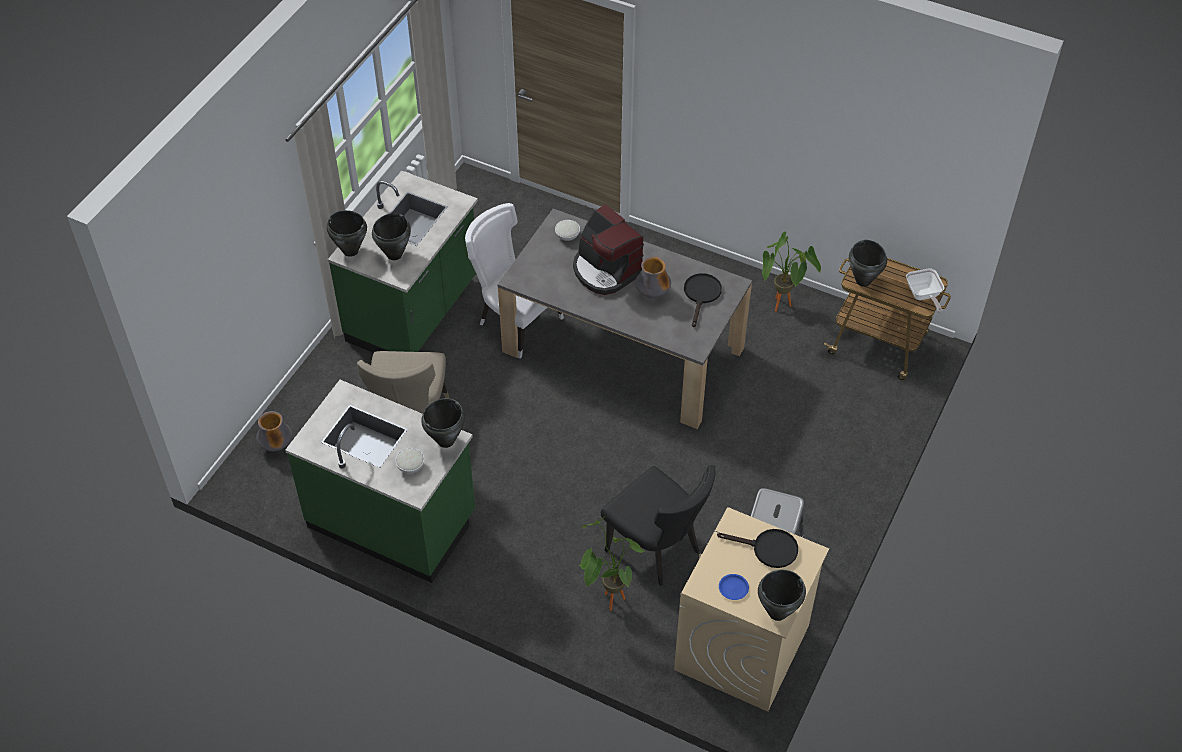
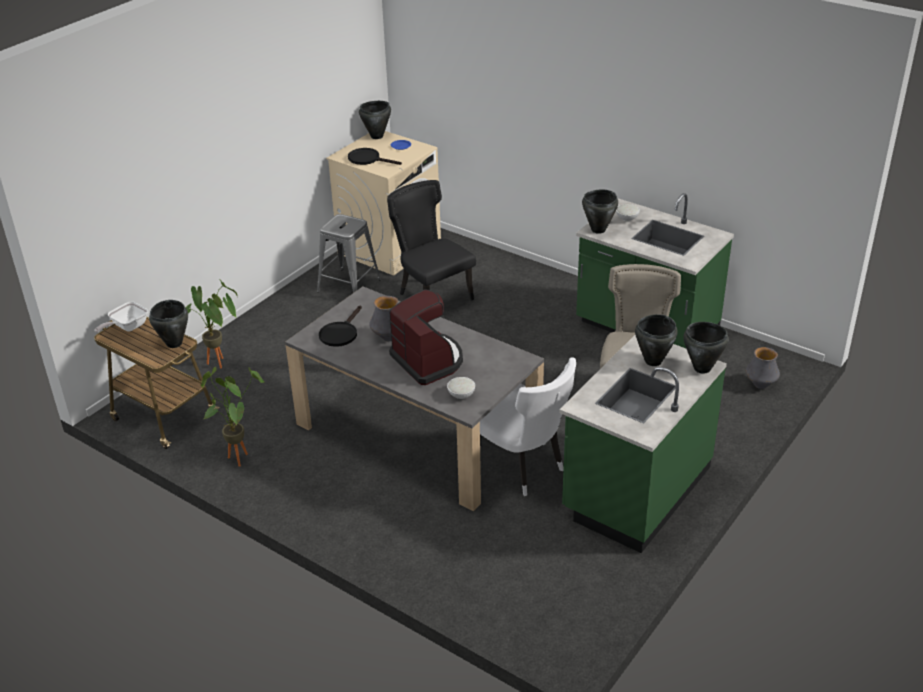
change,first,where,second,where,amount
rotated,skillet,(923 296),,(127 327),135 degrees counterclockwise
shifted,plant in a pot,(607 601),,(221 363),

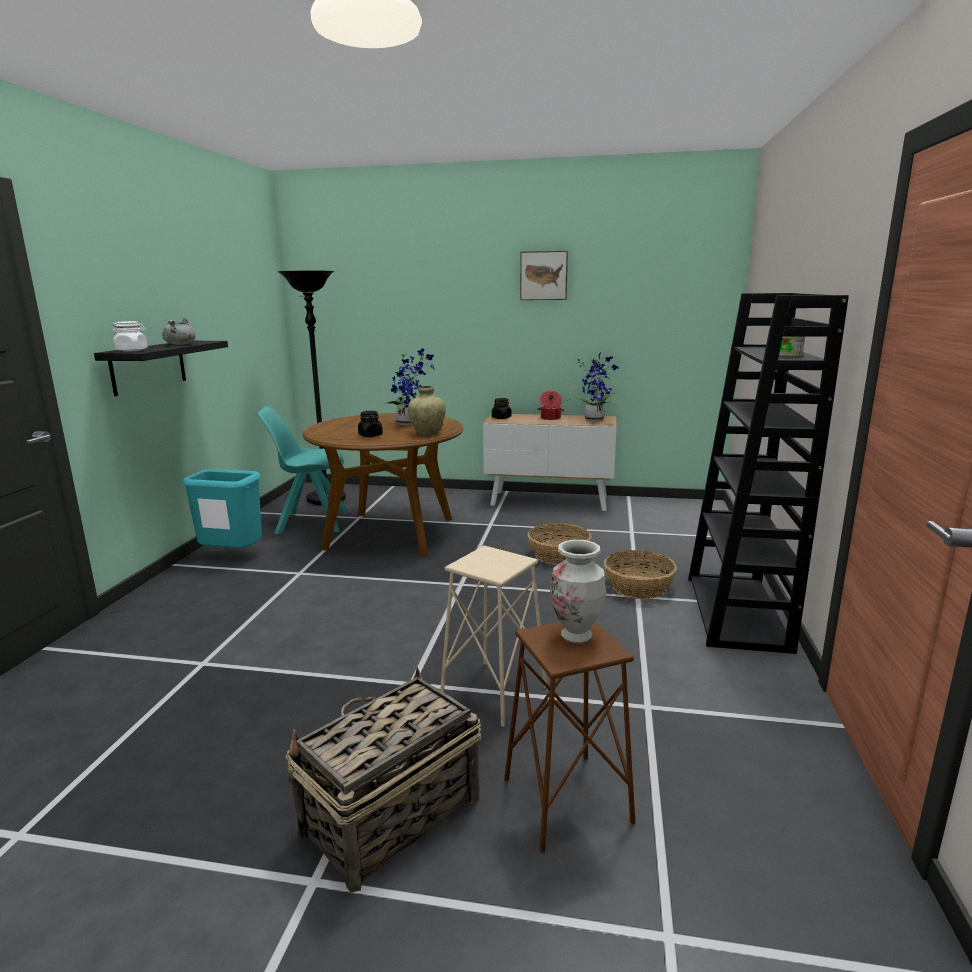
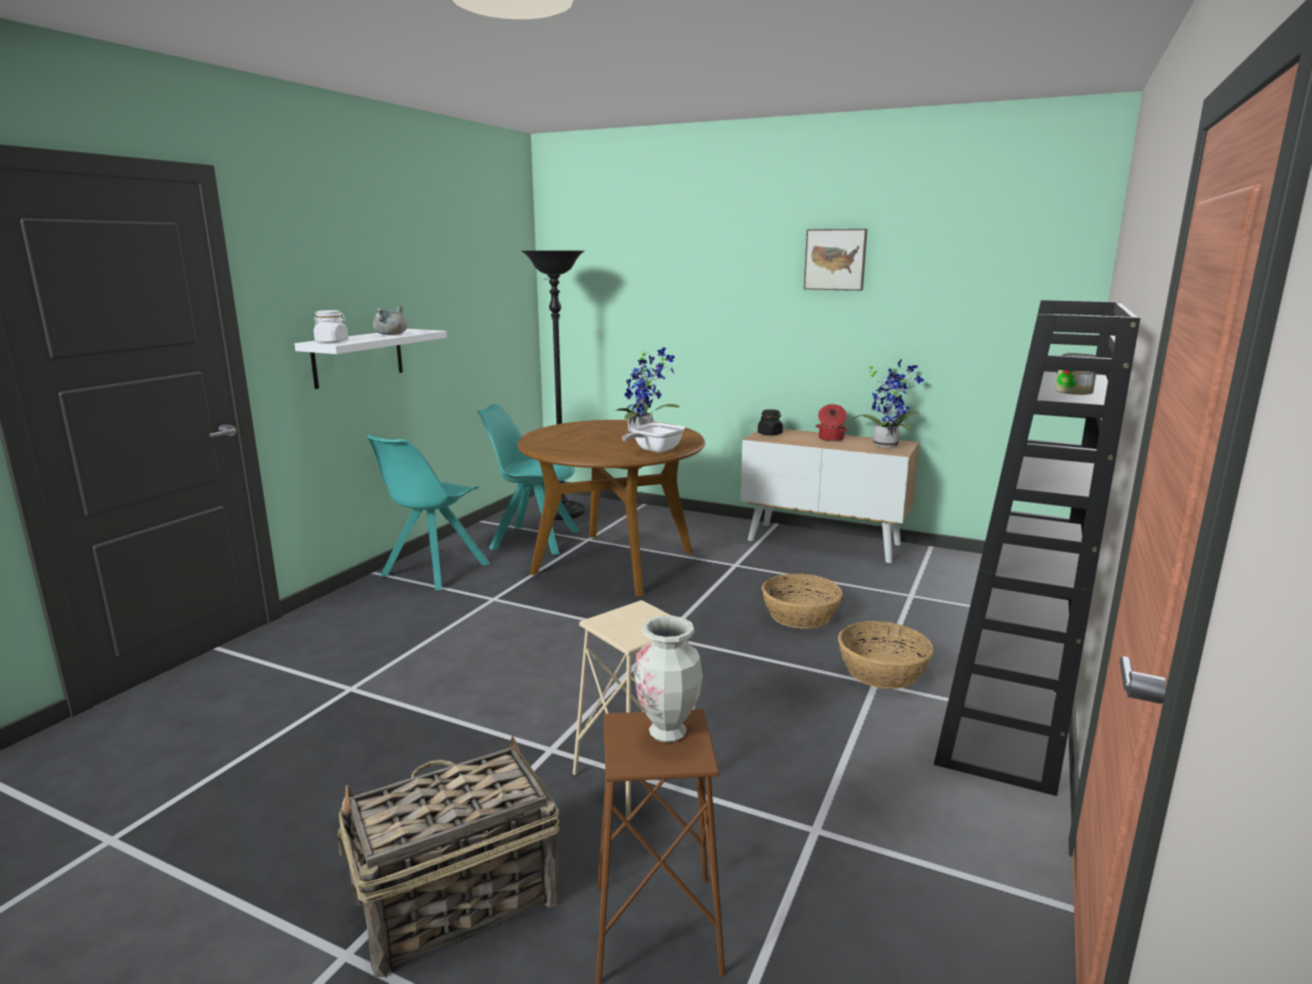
change,first,where,second,where,amount
repainted,black-coloured shelf,(148 367),white shelf,(358 357),
swapped,blue-green rubbish bin,(231 557),blue-green upright chair,(433 571),
swapped,sand-coloured decorative vase,(427 433),skillet,(654 450),
gone,black-coloured preserve jar,(370 435),,,

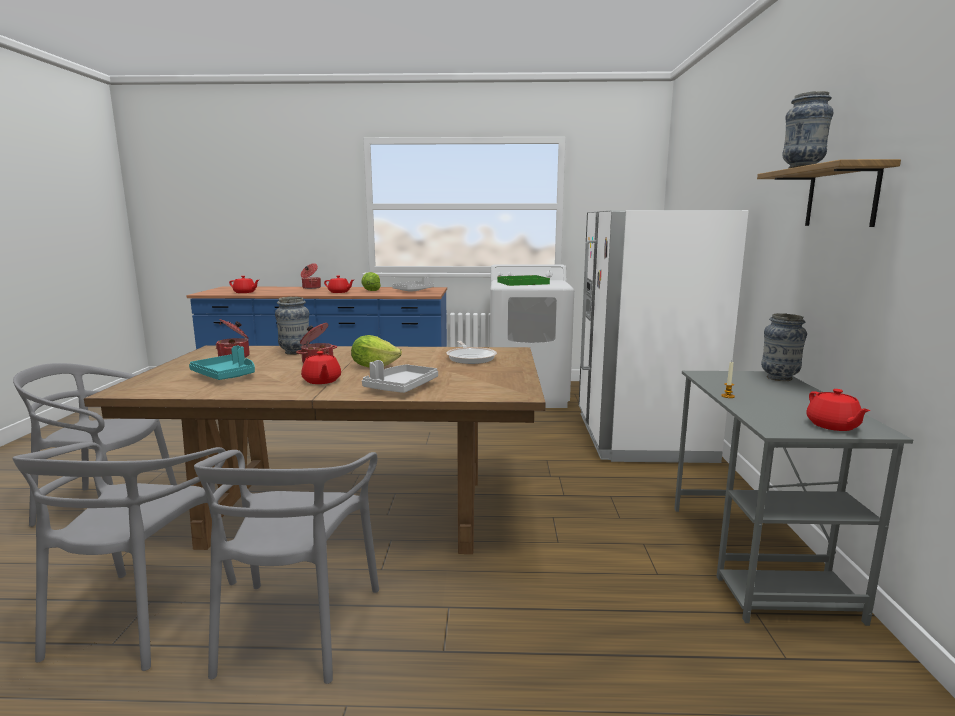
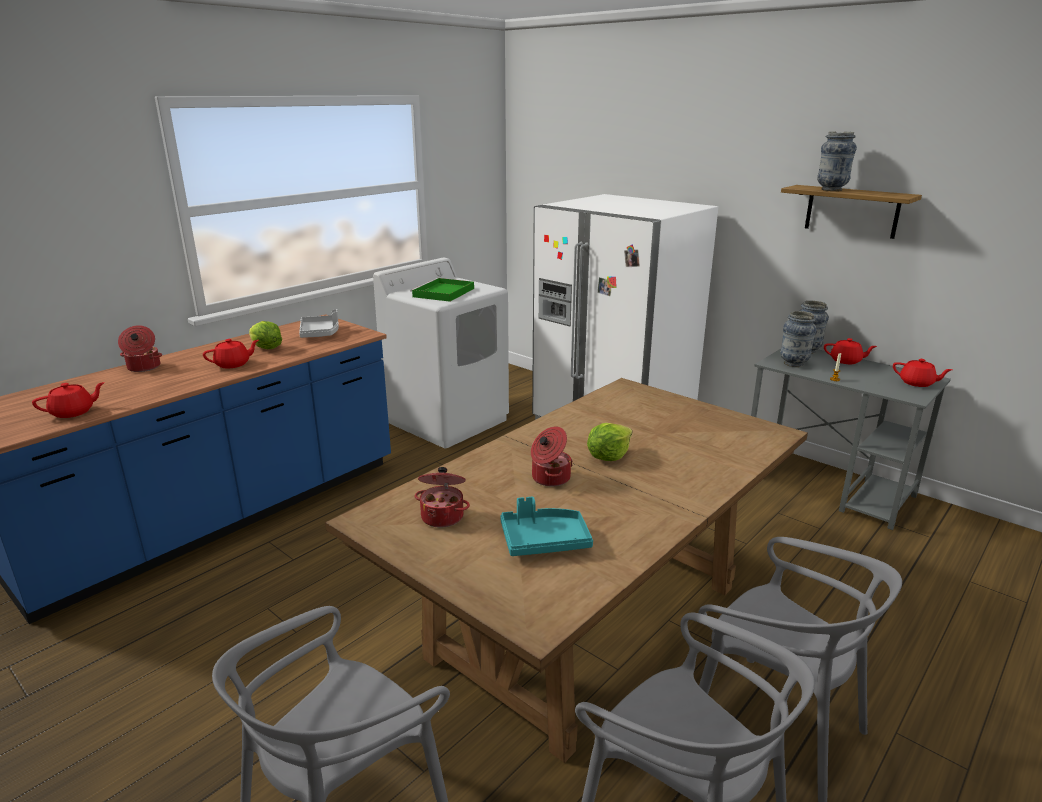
change,first,where,second,where,amount
shifted,decorative vase,(295 352),,(793 364),
shifted,red tea pot,(321 381),,(846 361),
gone,grey carrying tray,(401 387),,,
gone,skillet,(471 358),,,

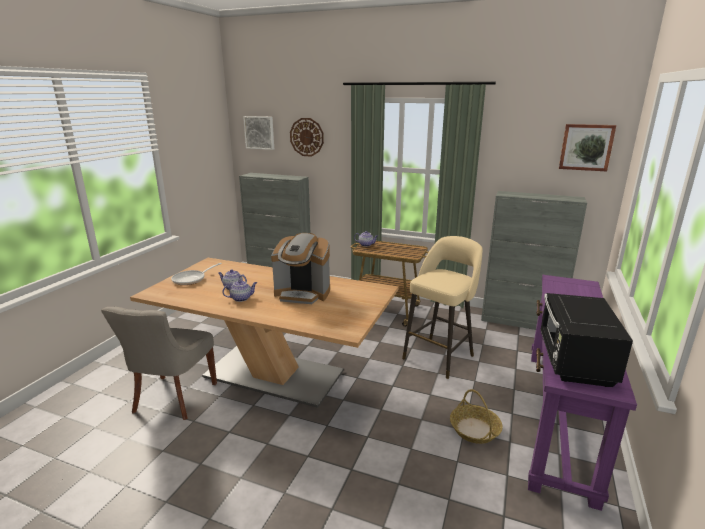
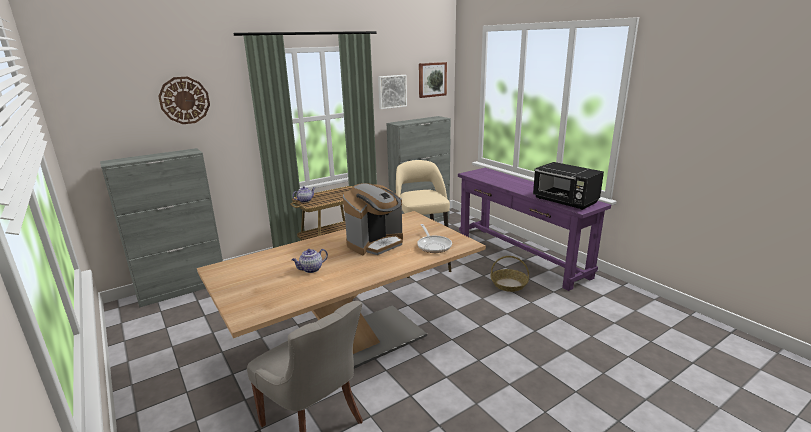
change,first,where,second,where,amount
shifted,picture,(259 132),,(391 91),
shifted,skillet,(191 279),,(433 245),
gone,tea pot,(241 298),,,

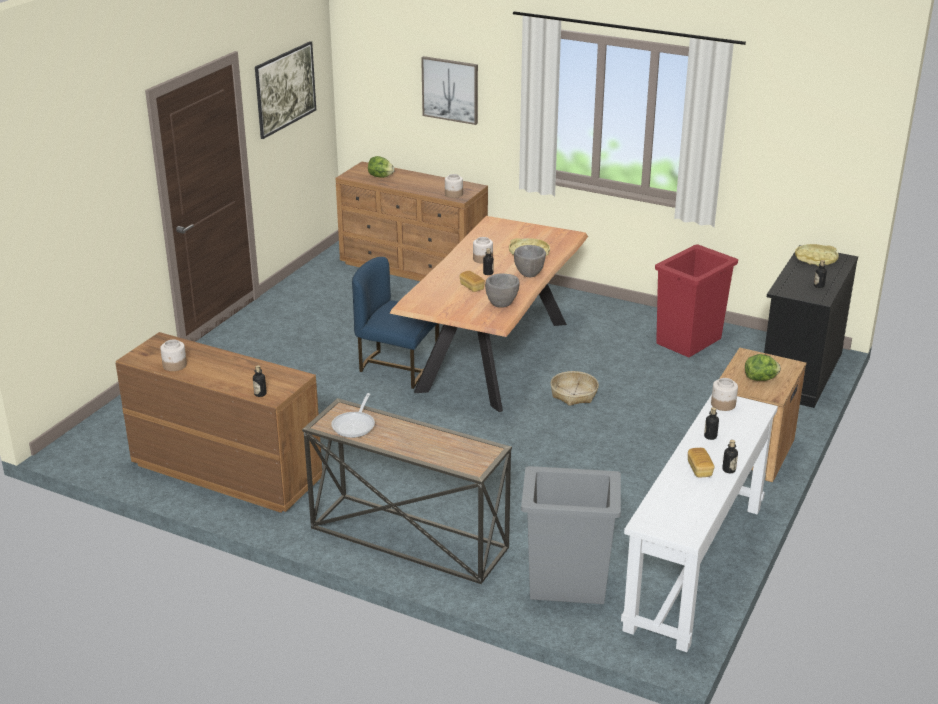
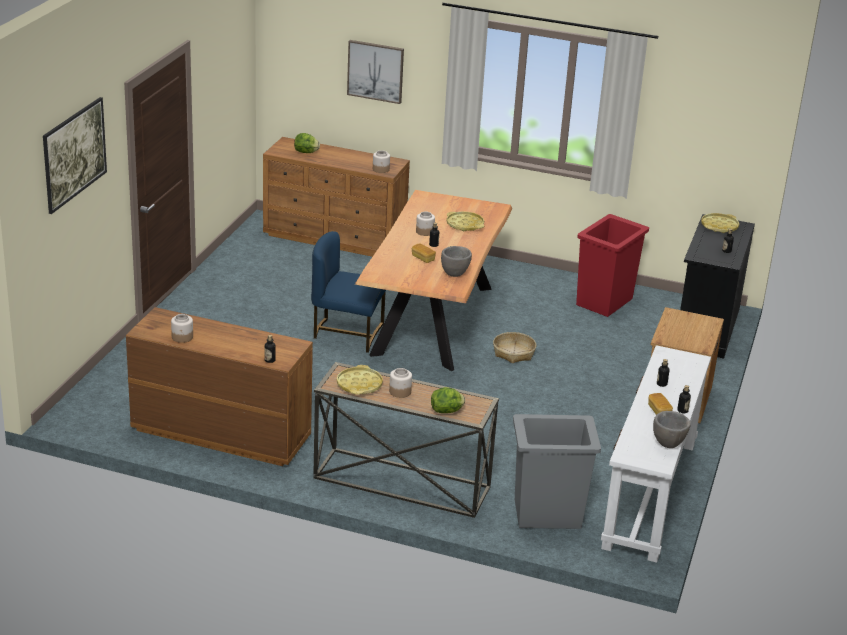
change,first,where,second,where,amount
shifted,picture,(287 106),,(76 173),
swapped,skillet,(355 425),yellow carrying tray,(359 385),
shifted,preserve jar,(722 404),,(399 392),
shifted,lettuce head,(761 379),,(447 411),
shifted,grey bowl,(529 275),,(668 444),

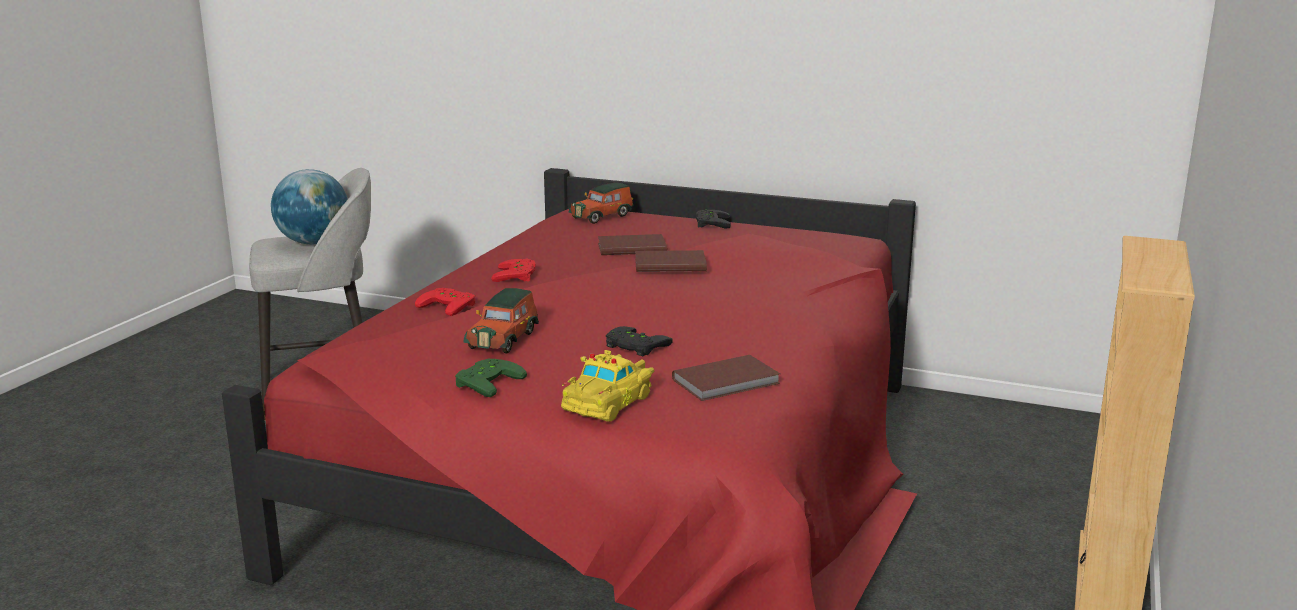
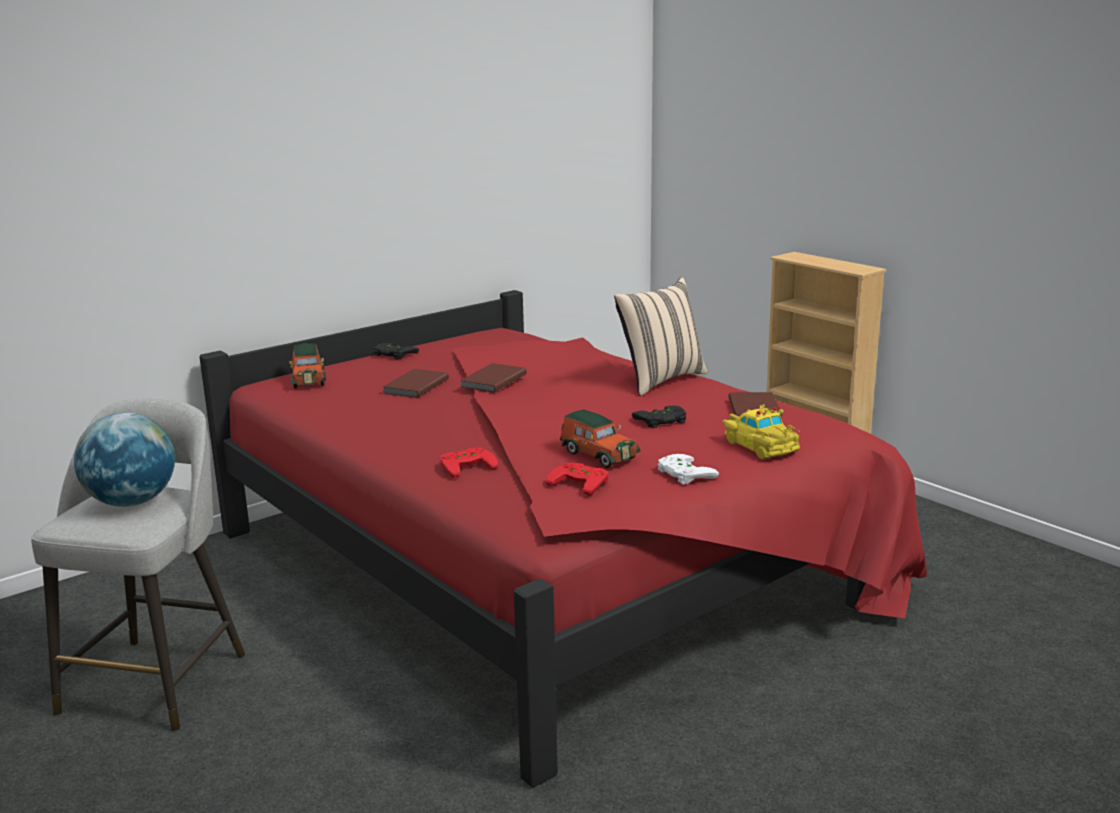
change,first,where,second,where,amount
shifted,red joypad,(518 275),,(581 482),
new,,,sand-coloured pillow,(659 380),
repainted,green joypad,(486 381),white joypad,(682 474),

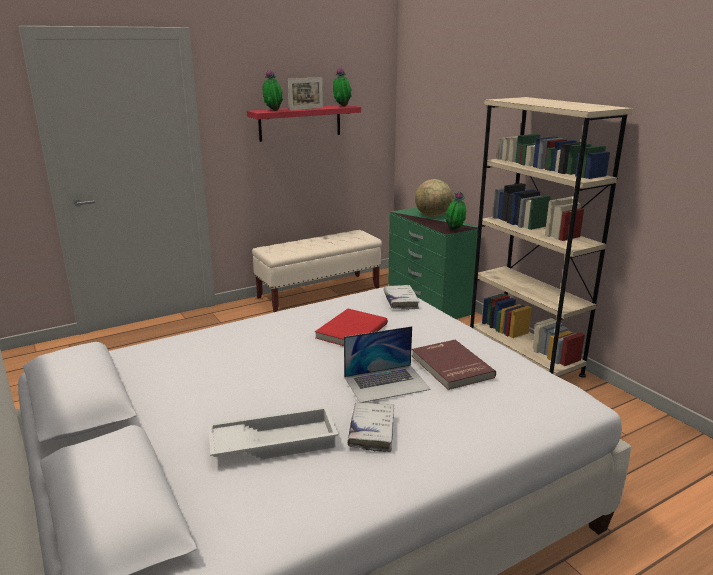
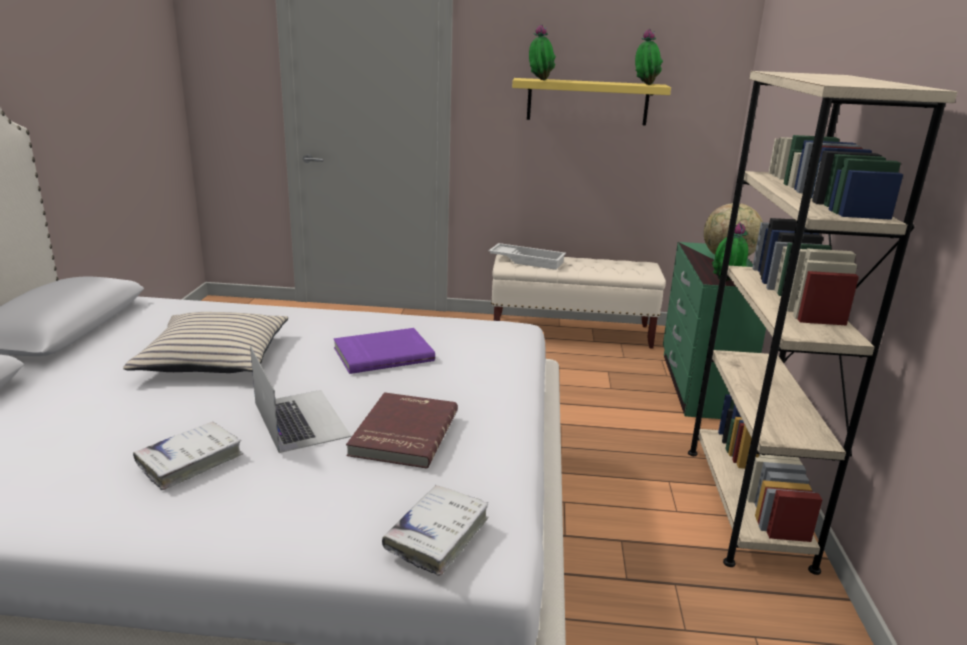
change,first,where,second,where,amount
new,,,sand-coloured pillow,(214 358),
rotated,portable computer,(386 383),,(300 419),135 degrees counterclockwise
repainted,red bound book,(350 331),purplish bound book,(383 353),
shifted,white bound book,(400 301),,(437 535),
shifted,white carrying tray,(274 441),,(527 260),
repainted,red shelf,(300 122),yellow shelf,(587 102),
gone,picture frame,(306 109),,,

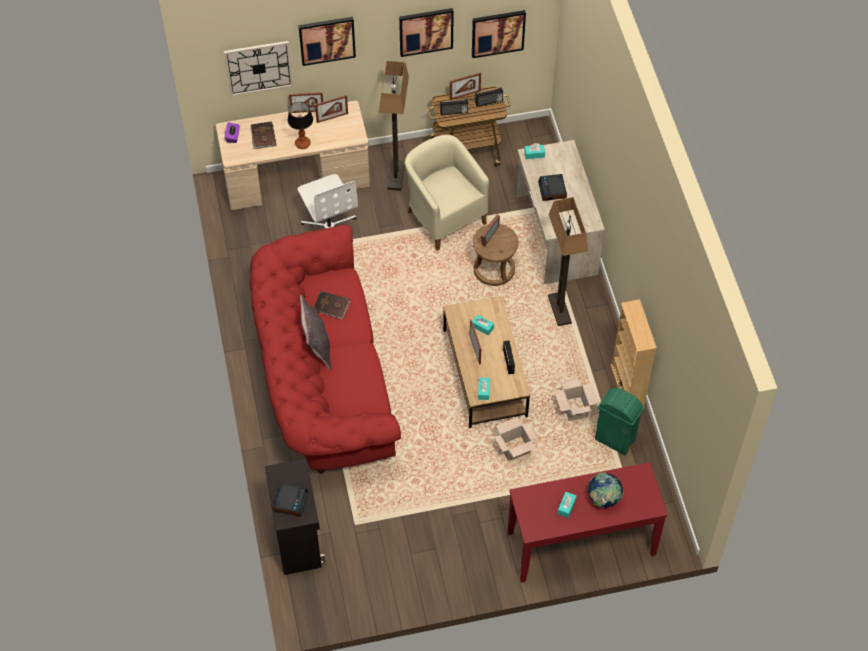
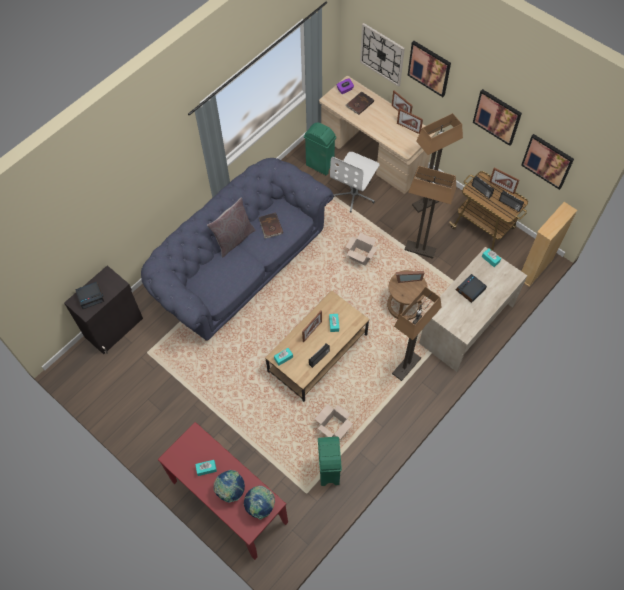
change,first,where,second,where,amount
repainted,red couch,(323 379),bluish couch,(239 265),
new,,,globe,(260 506),
new,,,green rubbish bin,(320 166),
shifted,packing box,(514 449),,(360 256),
swapped,sand-coloured lounge chair,(444 216),standard lamp,(420 249),
shifted,sand-coloured shelving unit,(627 386),,(535 268),
gone,tabletop lamp,(303 144),,,

